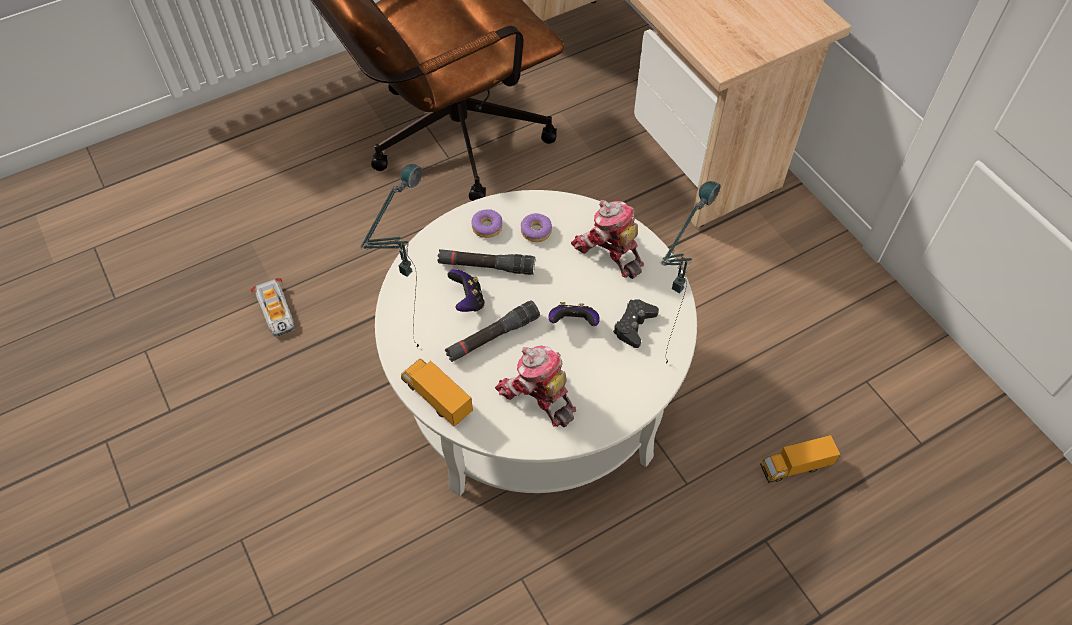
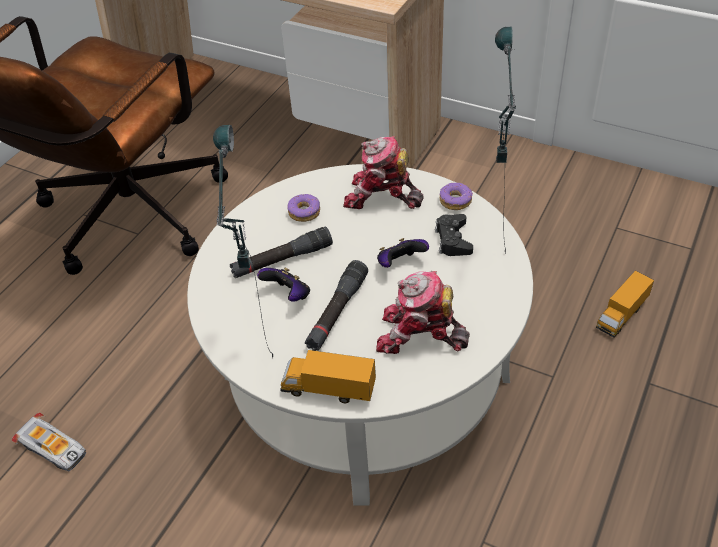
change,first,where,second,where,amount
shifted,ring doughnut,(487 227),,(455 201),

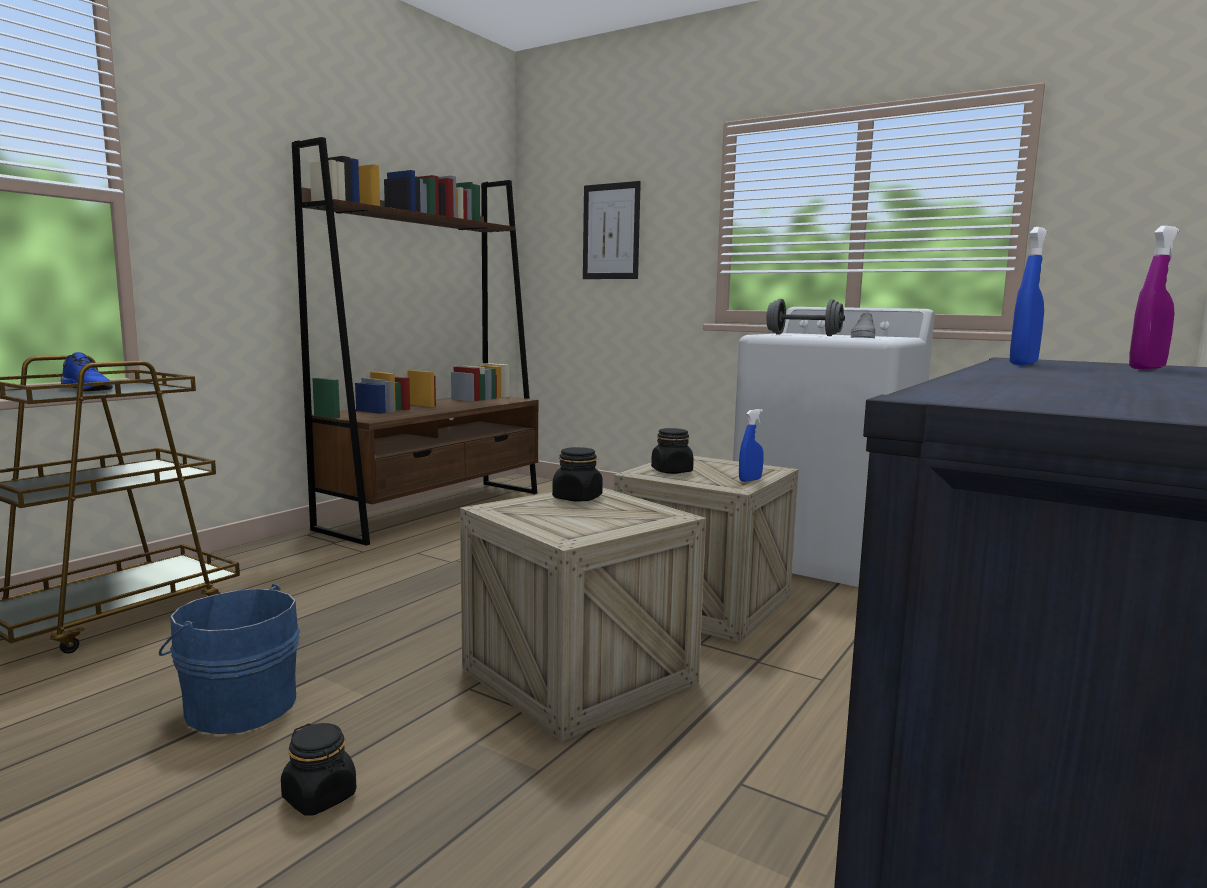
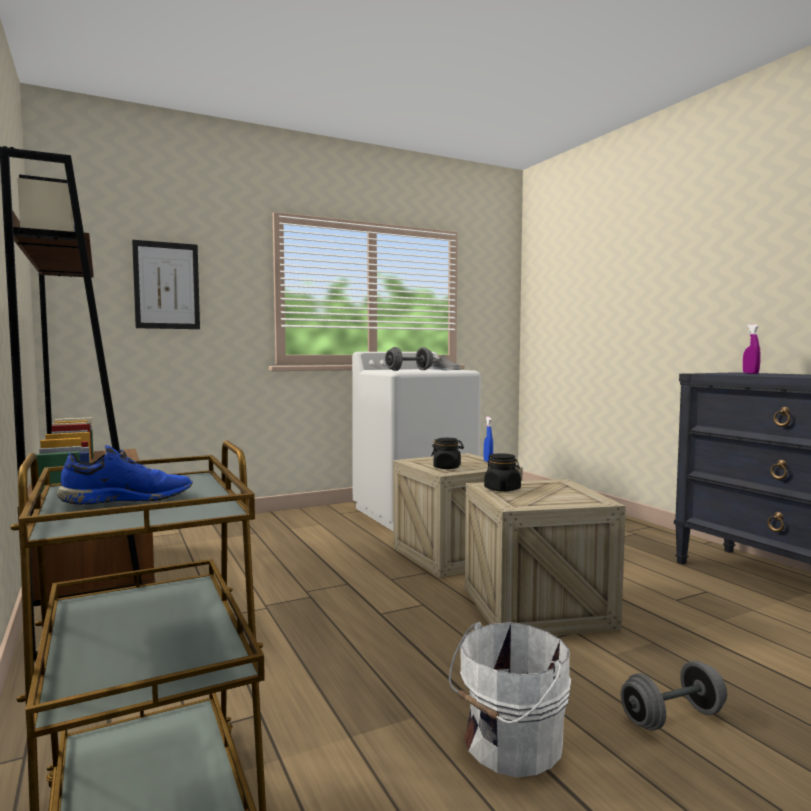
change,first,where,second,where,amount
repainted,bluish water bucket,(238 706),white water bucket,(509 744),
swapped,black-coloured preserve jar,(320 797),grey dumbbell,(672 718),
gone,bluish spray bottle,(1023 364),,,

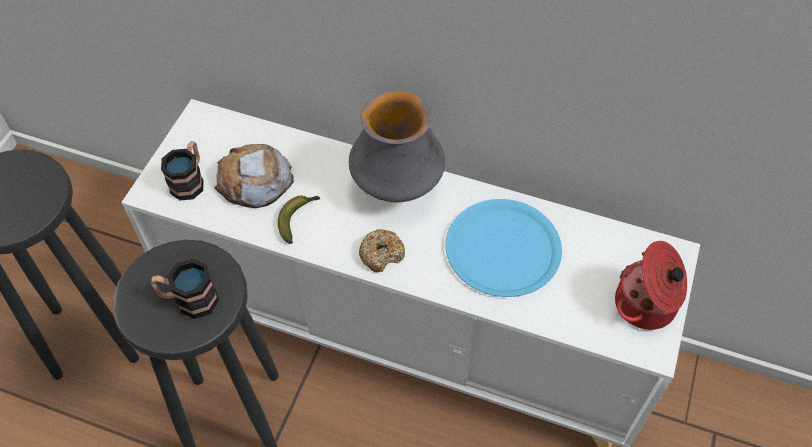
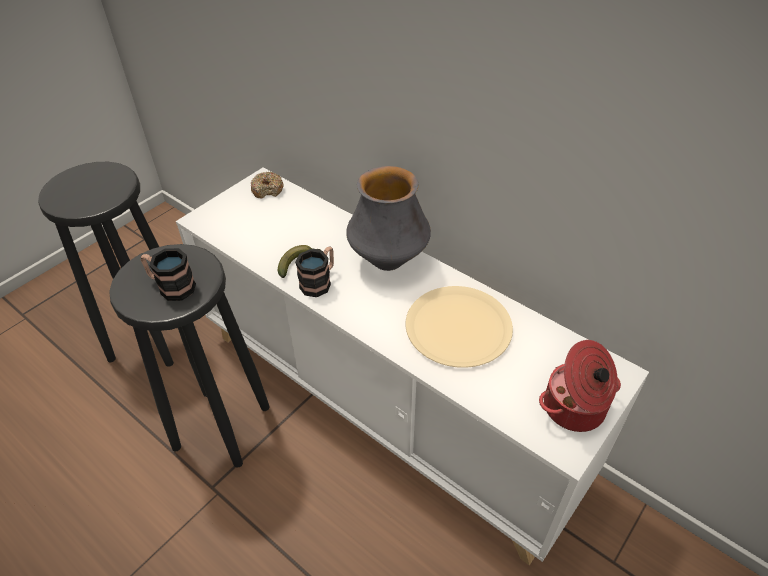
change,first,where,second,where,amount
shifted,ring doughnut,(382 254),,(267 190),
shifted,mug,(190 180),,(319 281),
repainted,bluish plate,(503 248),sand-coloured plate,(458 327),
gone,baked bread,(254 181),,,

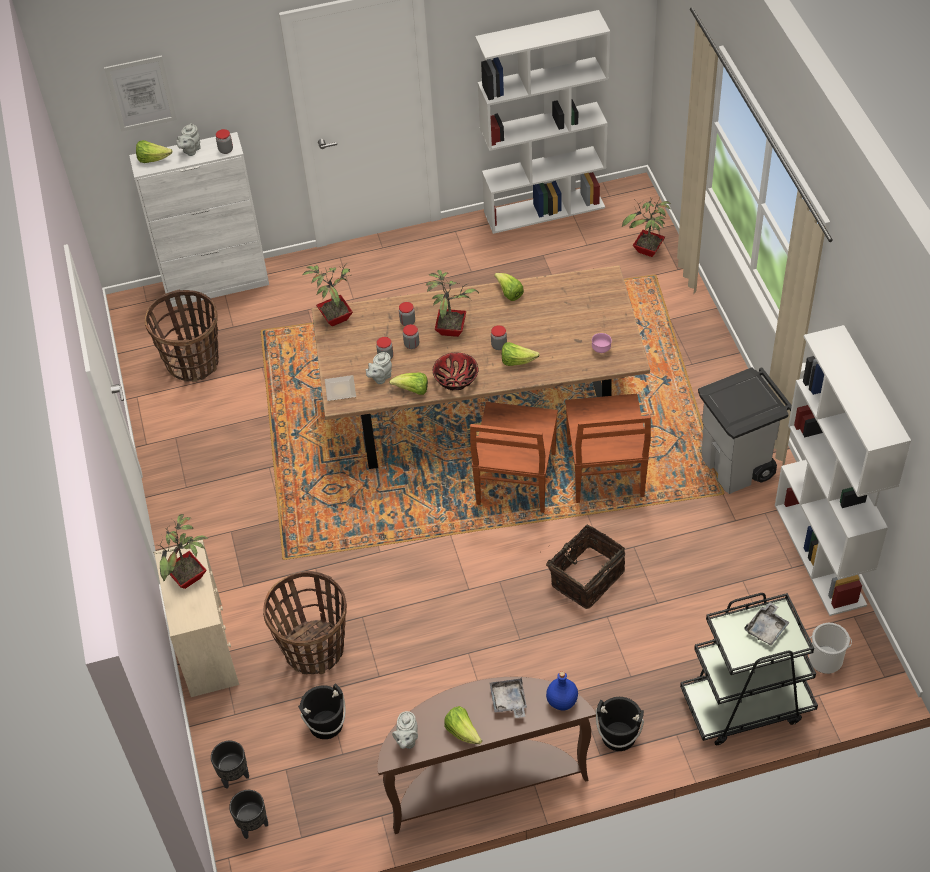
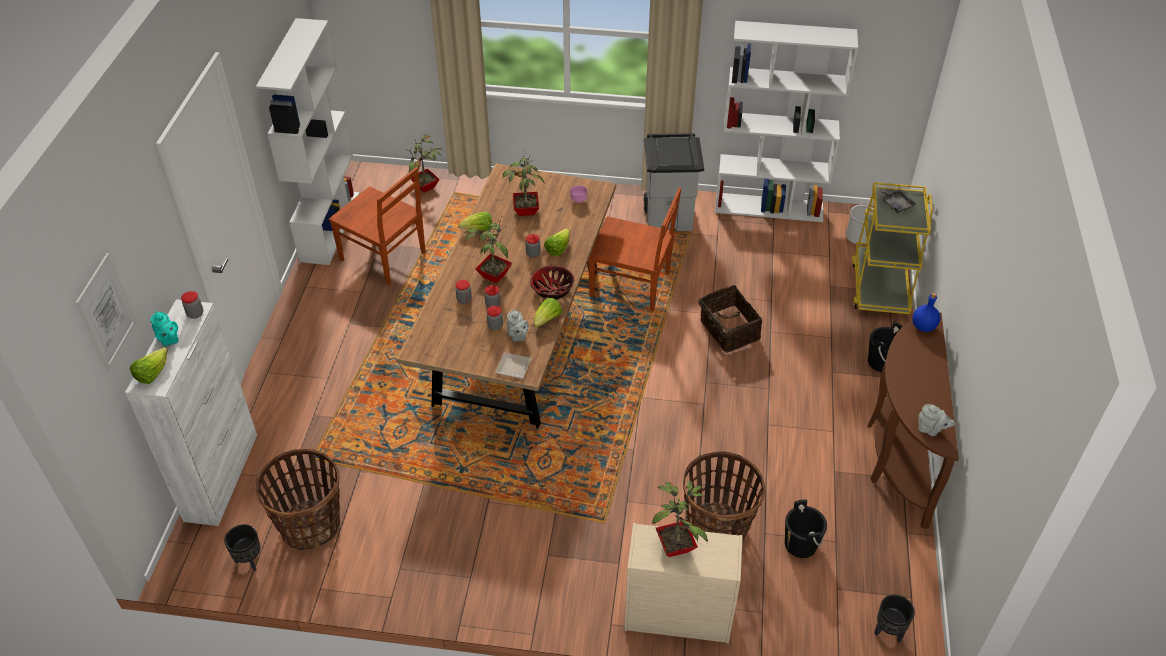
change,first,where,second,where,amount
repainted,grey tea pot,(190 150),blue-green tea pot,(169 340),
shifted,black-coloured plant pot,(234 777),,(249 561),
shifted,brown-coloured upright chair,(515 480),,(384 257),
shifted,plant in a pot,(335 317),,(524 211),
repainted,black-coloured cart,(746 704),yellow cart,(880 287),
gone,lettuce head,(463 732),,,
gone,grey carrying tray,(509 701),,,

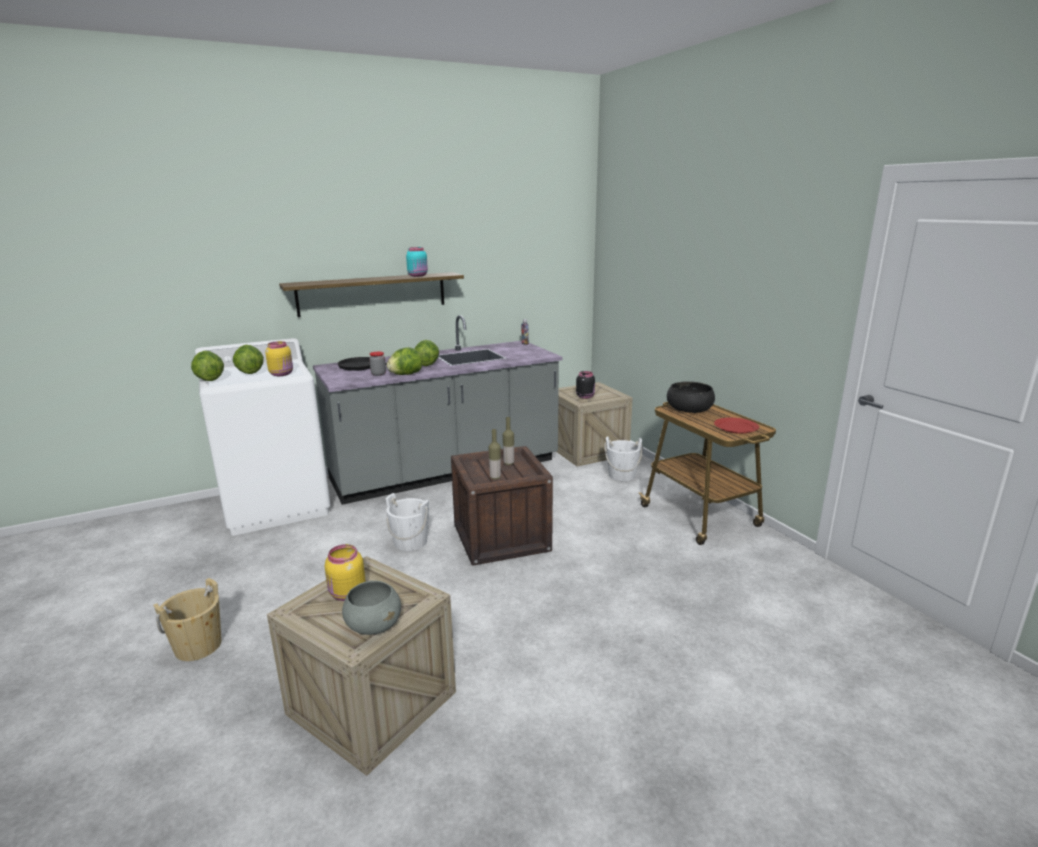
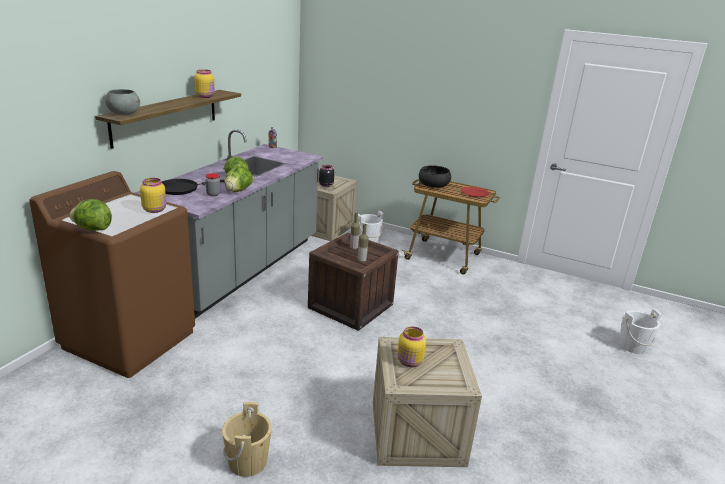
change,first,where,second,where,amount
repainted,white washing machine,(277 505),brown-coloured washing machine,(130 339),
shifted,grey bowl,(374 626),,(124 114),
repainted,blue-green preserve jar,(418 275),yellow preserve jar,(205 96),
shifted,white water bucket,(410 542),,(632 346),
gone,lettuce head,(250 373),,,

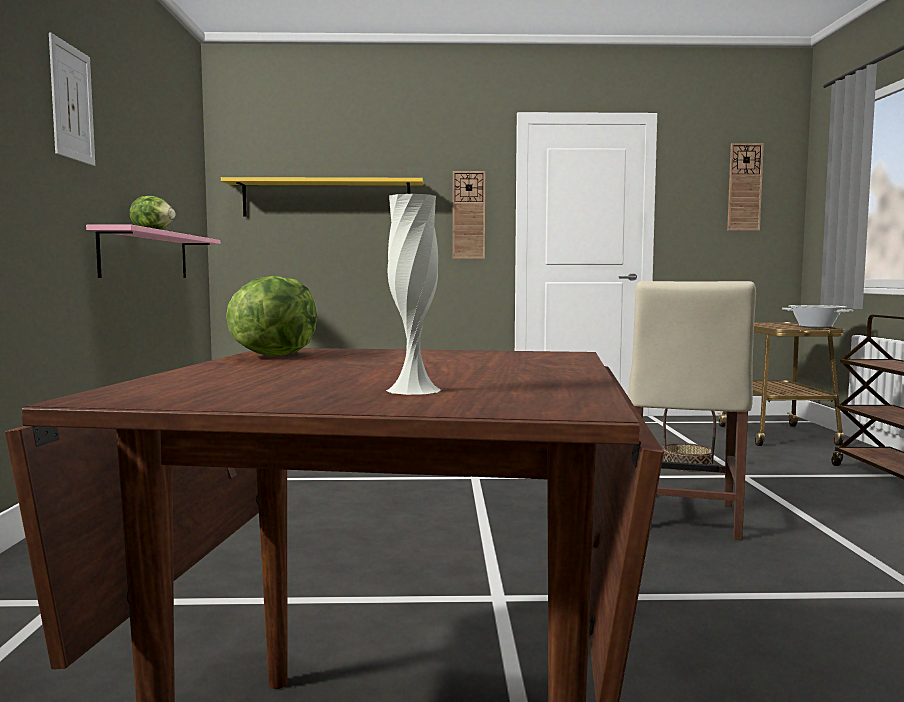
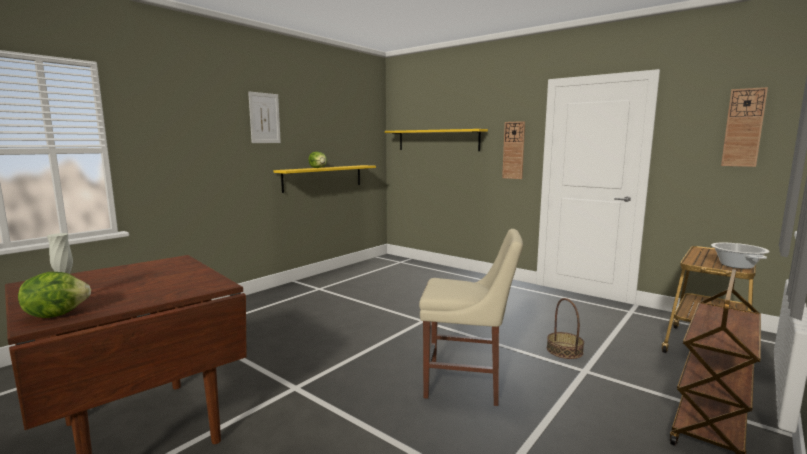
change,first,where,second,where,amount
shifted,lettuce head,(274 355),,(57 314),
repainted,pink shelf,(146 255),yellow shelf,(323 178),
rotated,sand-coloured upright chair,(682 519),,(467 384),135 degrees counterclockwise

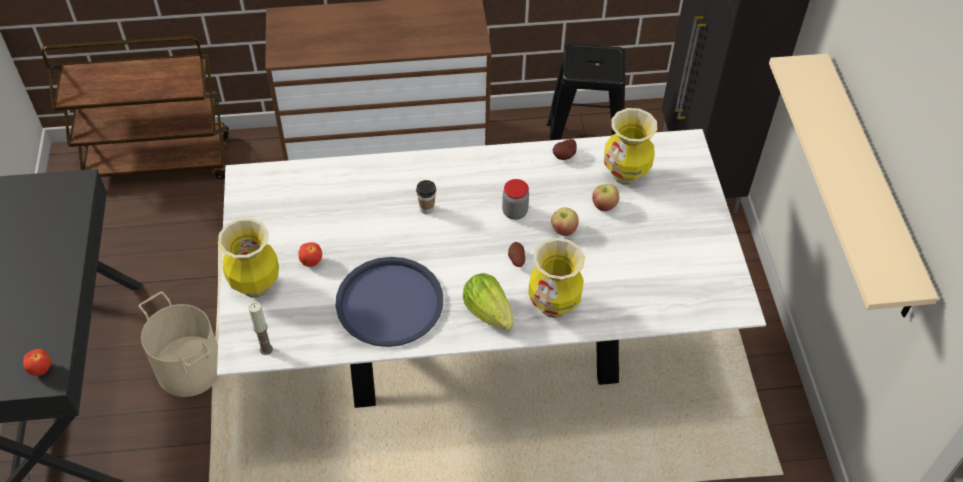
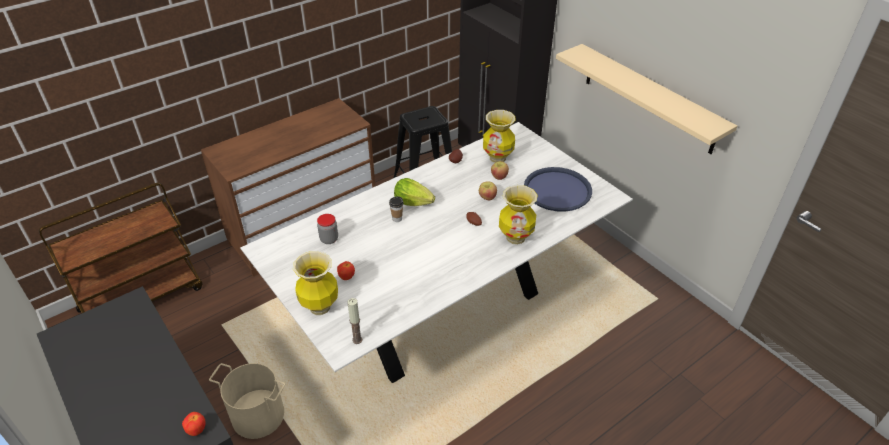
change,first,where,second,where,amount
shifted,preserve jar,(515 212),,(329 239),
shifted,lettuce head,(488 311),,(413 202),
shifted,bluish carrying tray,(390 303),,(557 190),

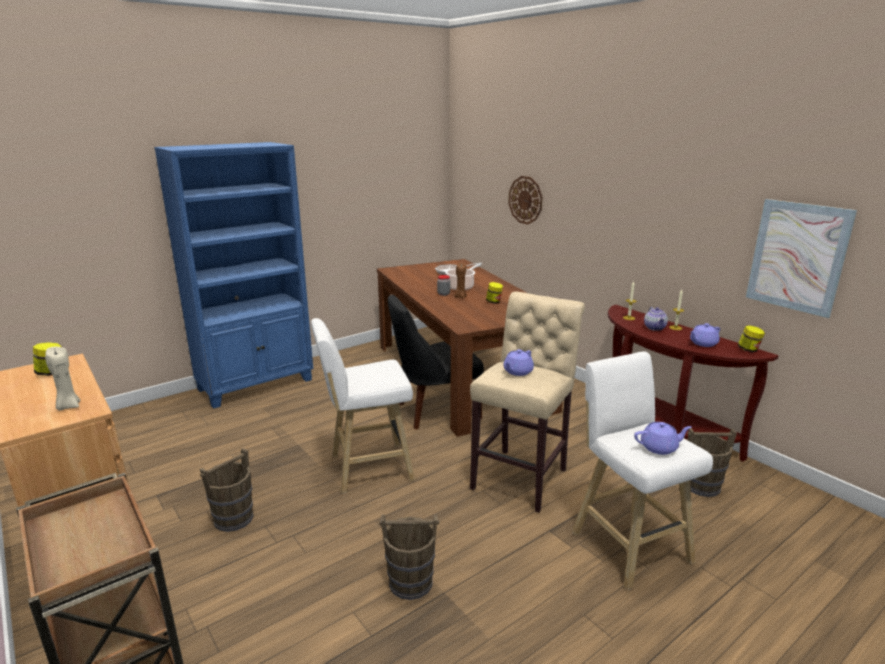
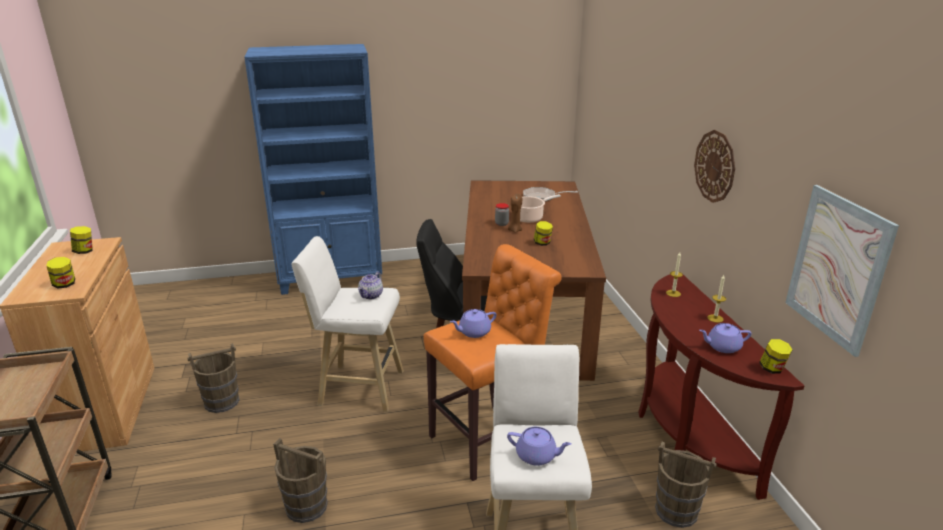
change,first,where,second,where,amount
swapped,sand-coloured wax candle,(68 406),preserve jar,(64 285),
shifted,tea pot,(655 328),,(371 295),
repainted,sand-coloured sitting stool,(522 476),orange sitting stool,(490 439),
shifted,clock on the wall,(525 200),,(715 166),

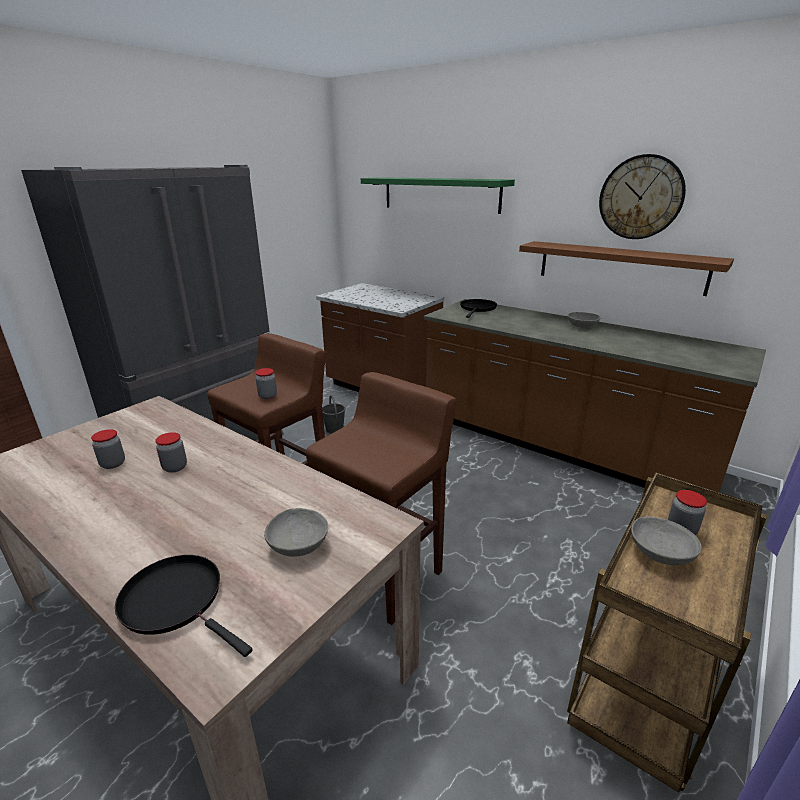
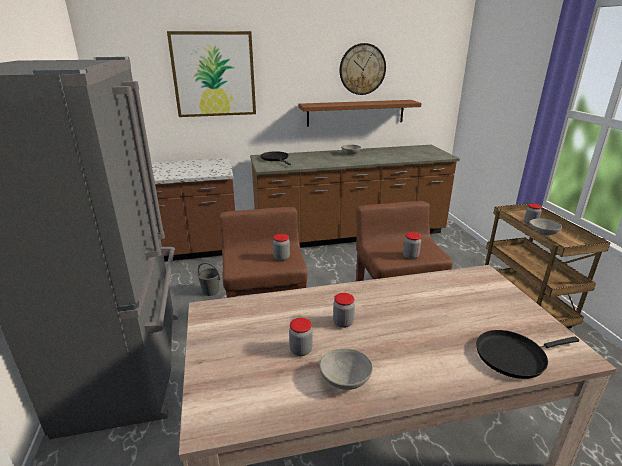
change,first,where,second,where,amount
swapped,green shelf,(440 194),picture,(214 74),
shifted,grey bowl,(297 545),,(345 380),
new,,,preserve jar,(410 256),

